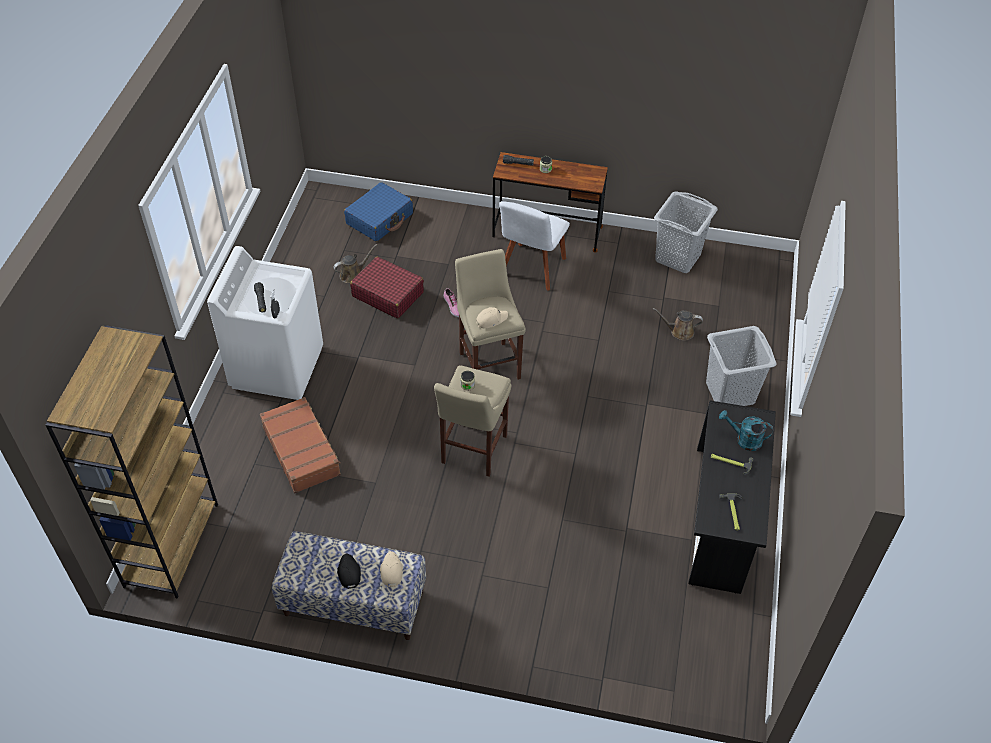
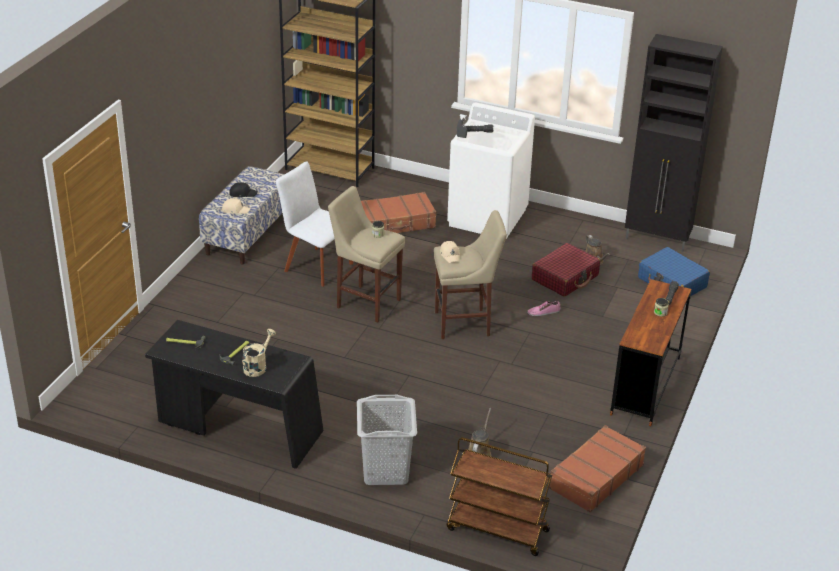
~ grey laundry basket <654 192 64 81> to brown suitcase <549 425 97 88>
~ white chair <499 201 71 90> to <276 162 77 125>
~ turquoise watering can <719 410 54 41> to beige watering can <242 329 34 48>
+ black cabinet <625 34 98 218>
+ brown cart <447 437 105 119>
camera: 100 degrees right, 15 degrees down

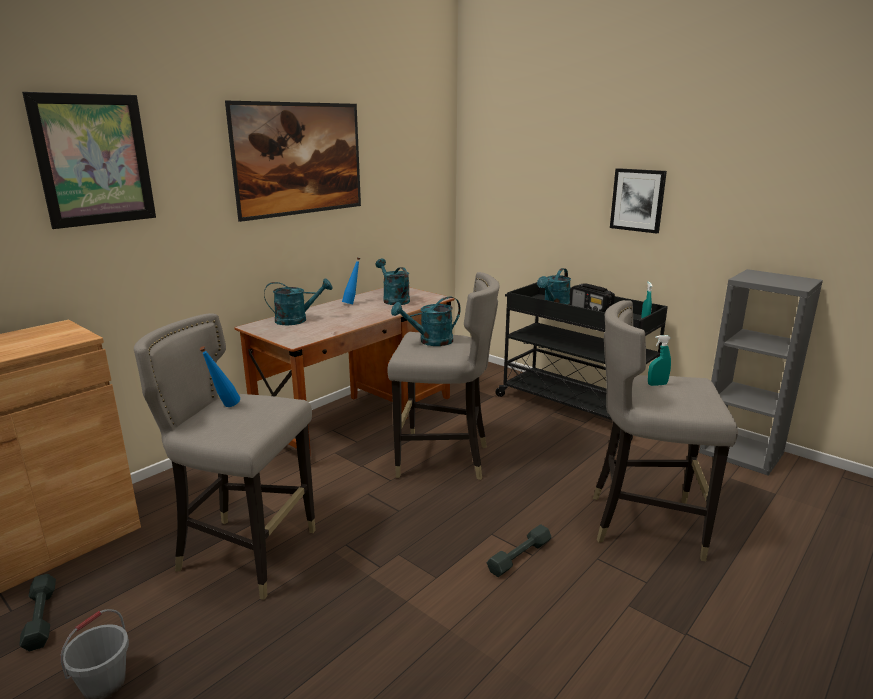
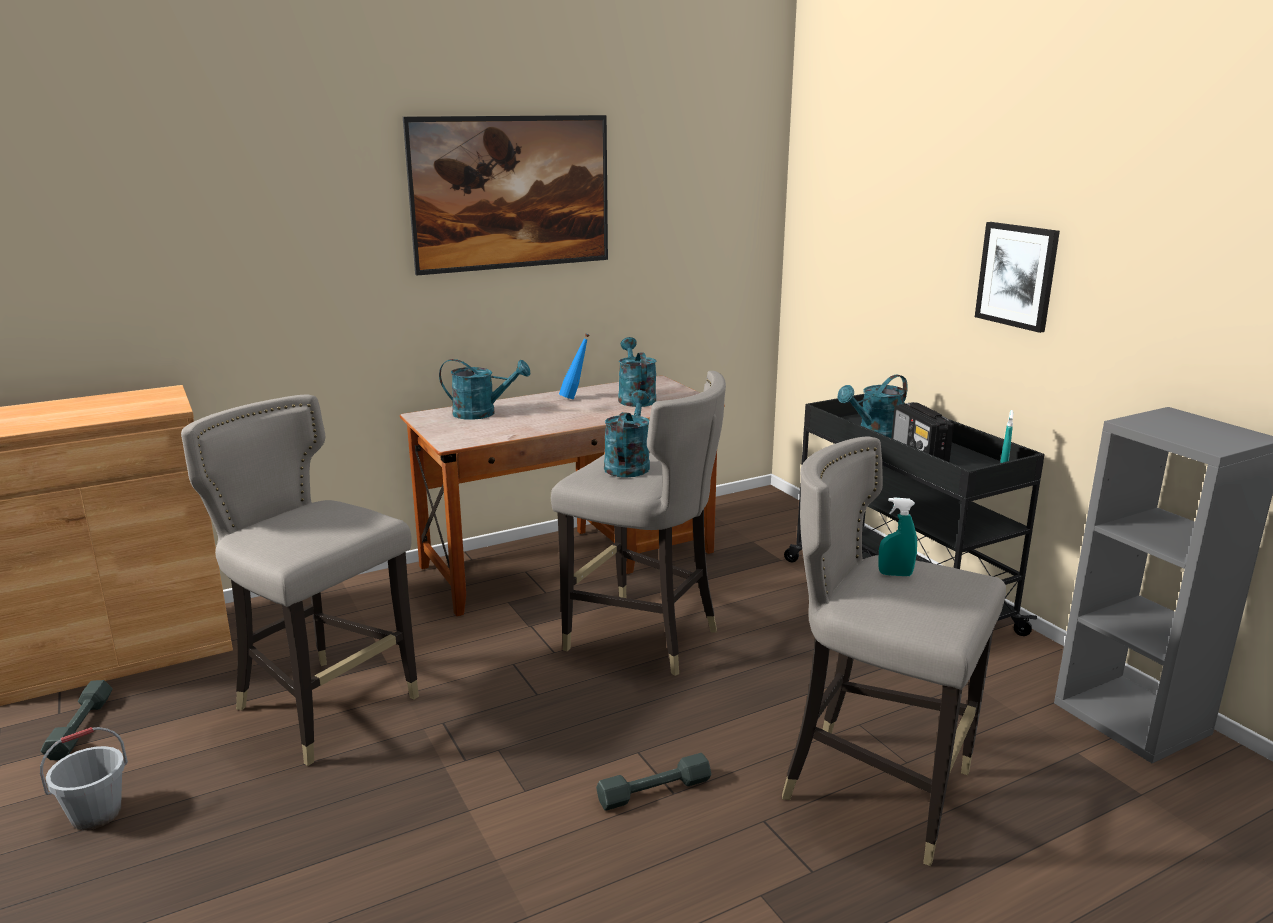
- picture <22 92 134 137>
~ turquoise watering can <391 296 70 50> = <604 390 46 88> 105 degrees clockwise
- blue bottle <200 346 40 61>
camera: 20 degrees right, 0 degrees up

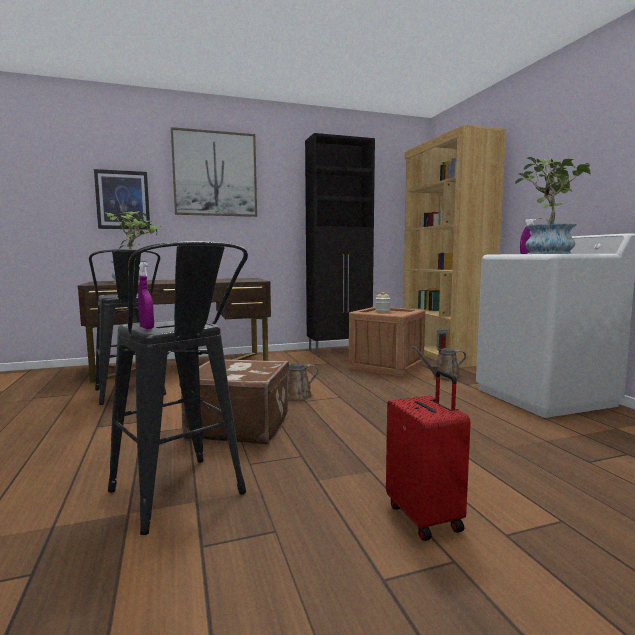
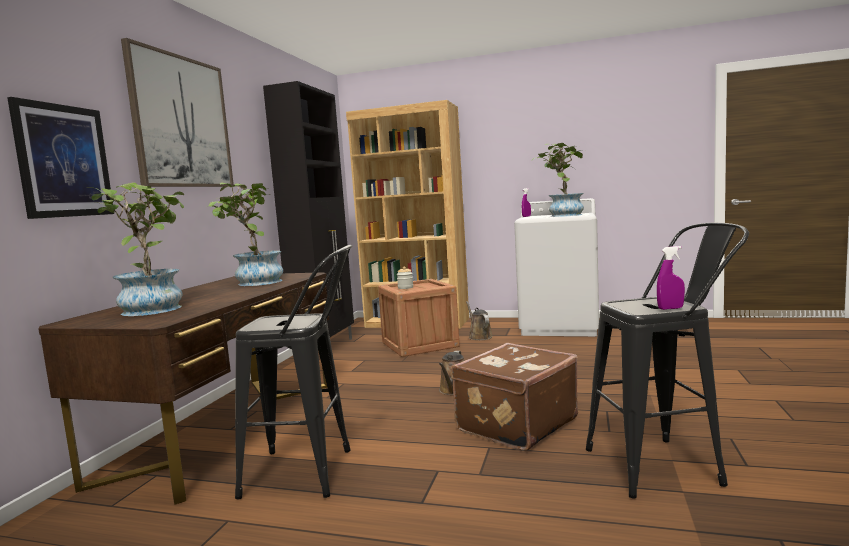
~ brown watering can <412 346 54 35> = <466 301 27 39> 135 degrees clockwise
- red suitcase <386 370 85 171>
+ potted plant <206 183 77 103>
camera: 55 degrees left, 0 degrees up

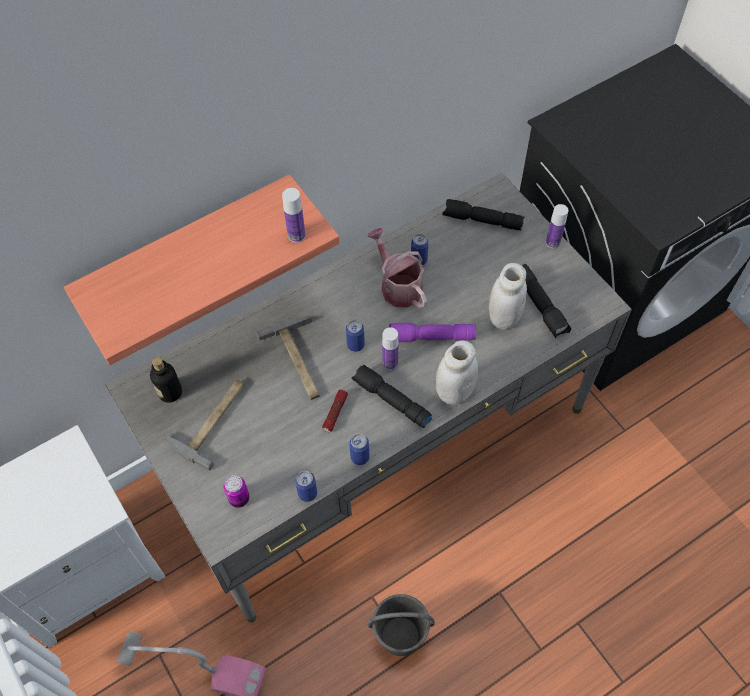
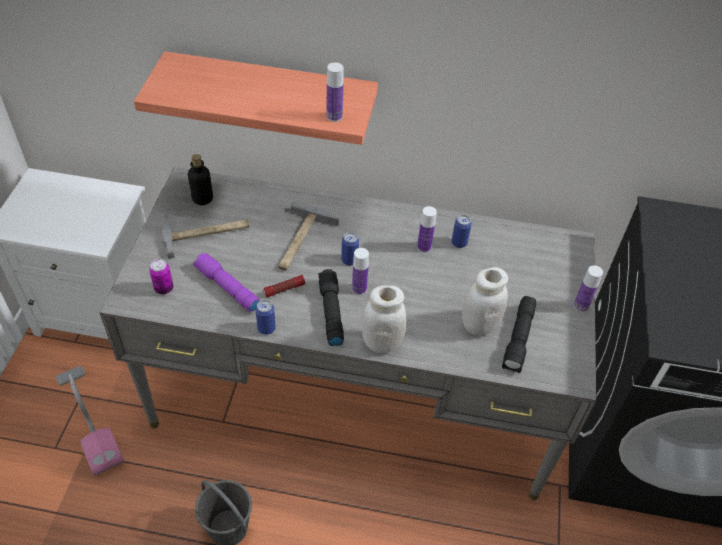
- black flashlight <442 199 83 32>
~ watering can <367 228 60 80> to bottle <417 206 20 47>
~ purple flashlight <389 323 87 19> to <193 253 67 59>
- can <295 471 22 31>
camera: 40 degrees right, 10 degrees down

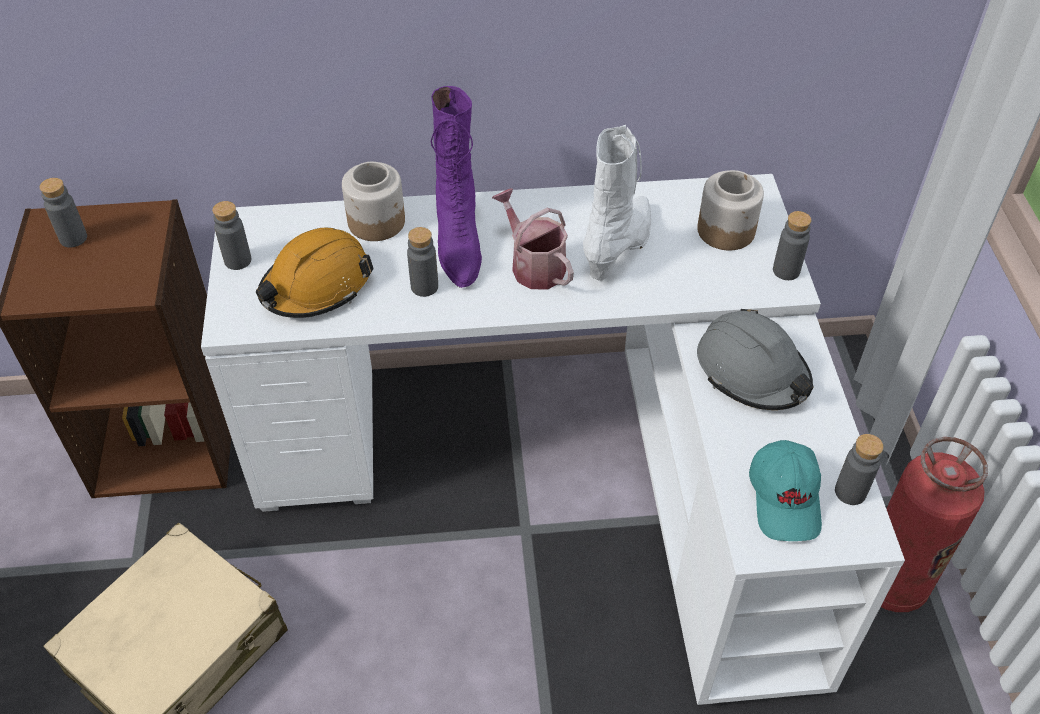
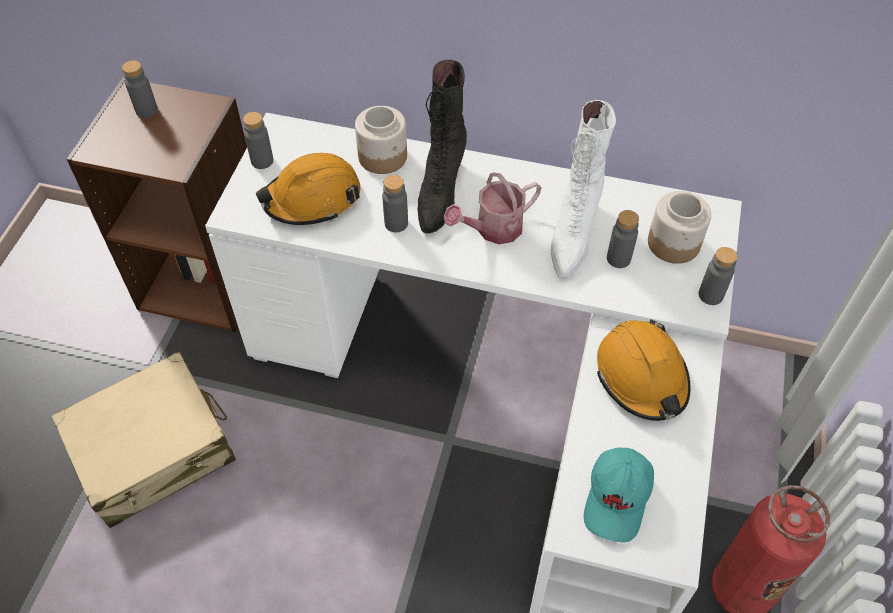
~ purple boot <430 86 52 202> to black boot <417 60 50 173>
~ white boot <583 125 68 156> = <551 100 65 177> 150 degrees clockwise
~ watering can <492 188 82 101> = <444 172 98 72> 105 degrees counterclockwise
~ grey hard hat <697 309 116 101> to orange hard hat <597 319 94 102>
~ grey bottle <835 434 49 71> to <607 210 32 58>
camera: 20 degrees right, 5 degrees up

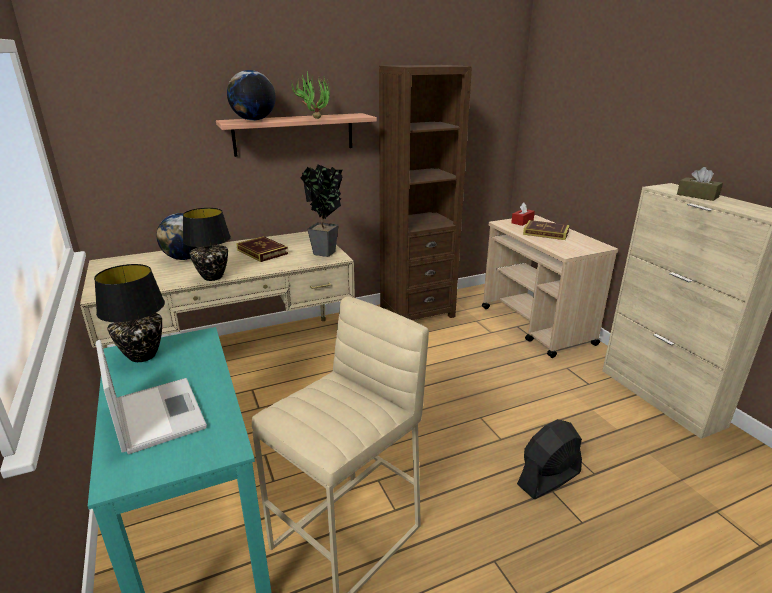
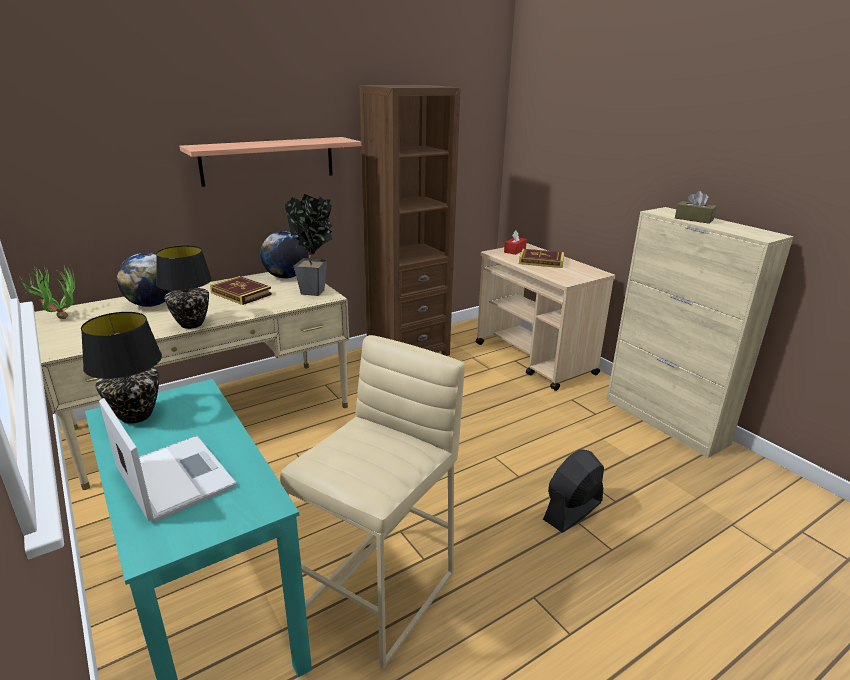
~ globe <227 70 49 51> to <260 231 48 48>
~ potted plant <290 71 40 48> to <19 264 56 55>
camera: 10 degrees left, 0 degrees up

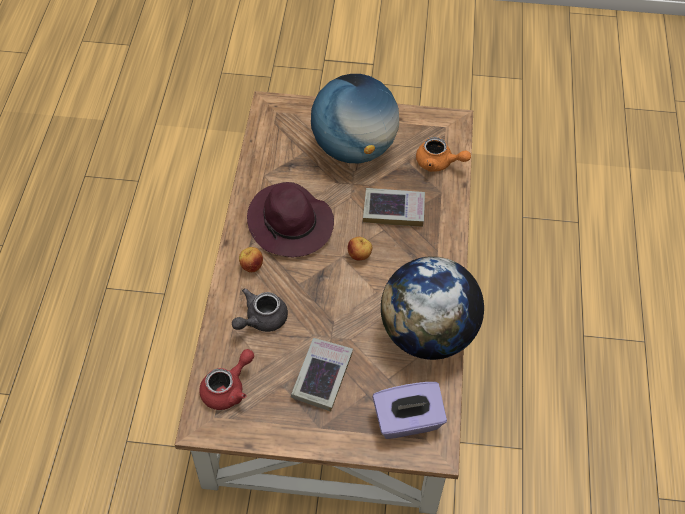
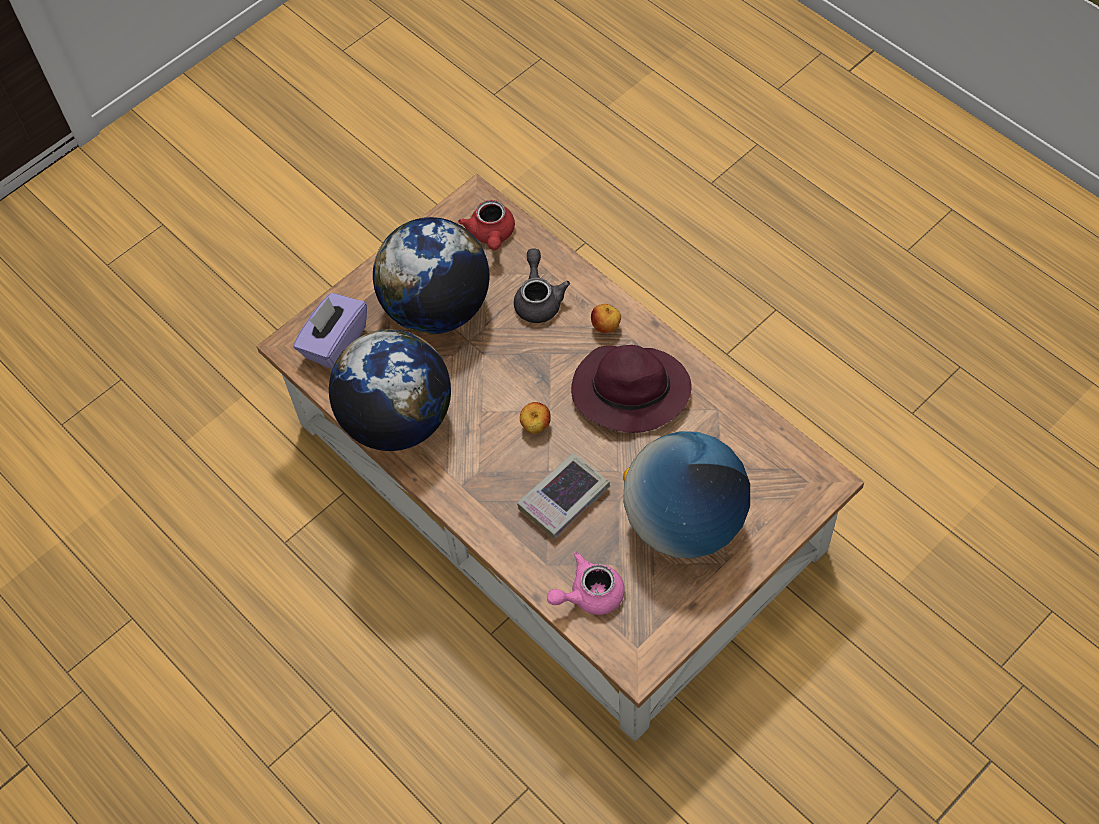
~ orange teapot <416 137 55 35> to pink teapot <547 552 78 63>
~ book <291 338 62 74> to globe <373 217 116 117>
camera: 135 degrees right, 5 degrees up

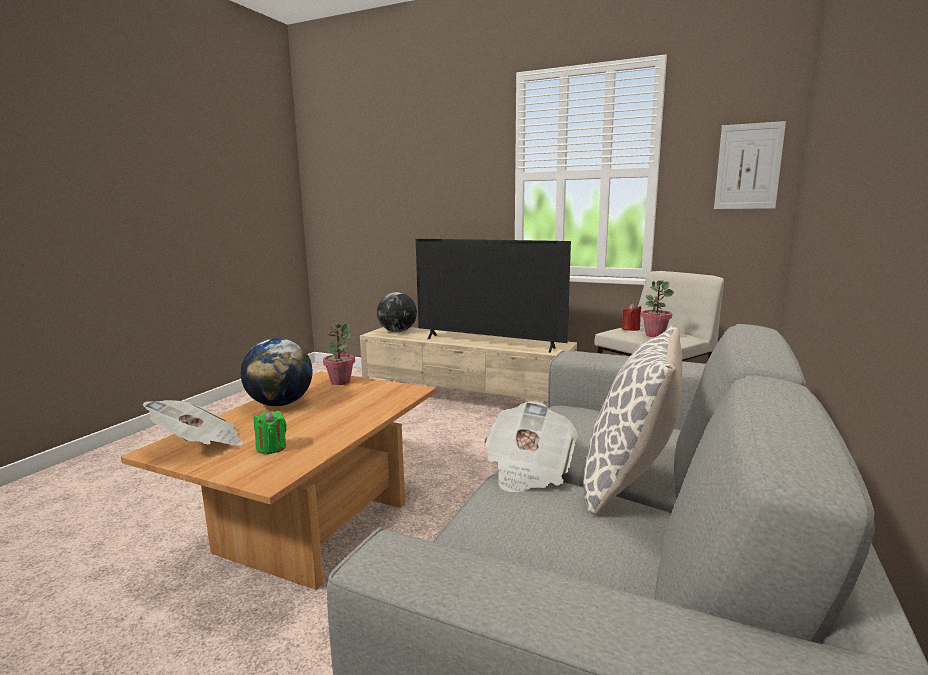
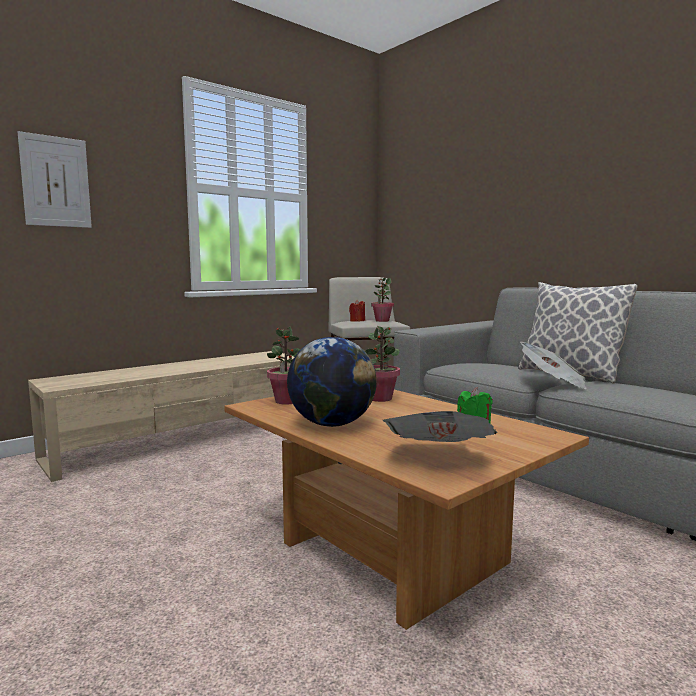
~ picture <714 121 72 88> to <18 131 74 97>
- television <416 239 155 114>
- globe <377 292 40 40>
+ potted plant <365 326 35 76>
camera: 65 degrees left, 5 degrees down

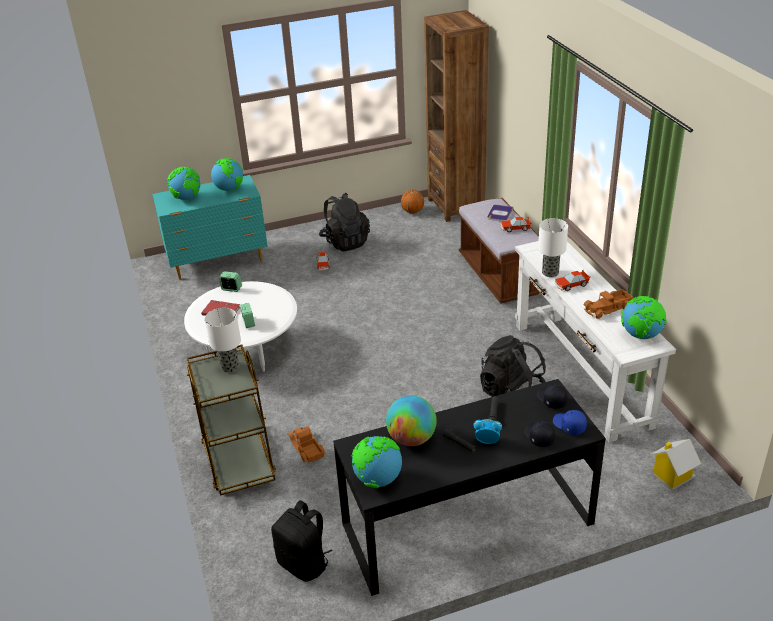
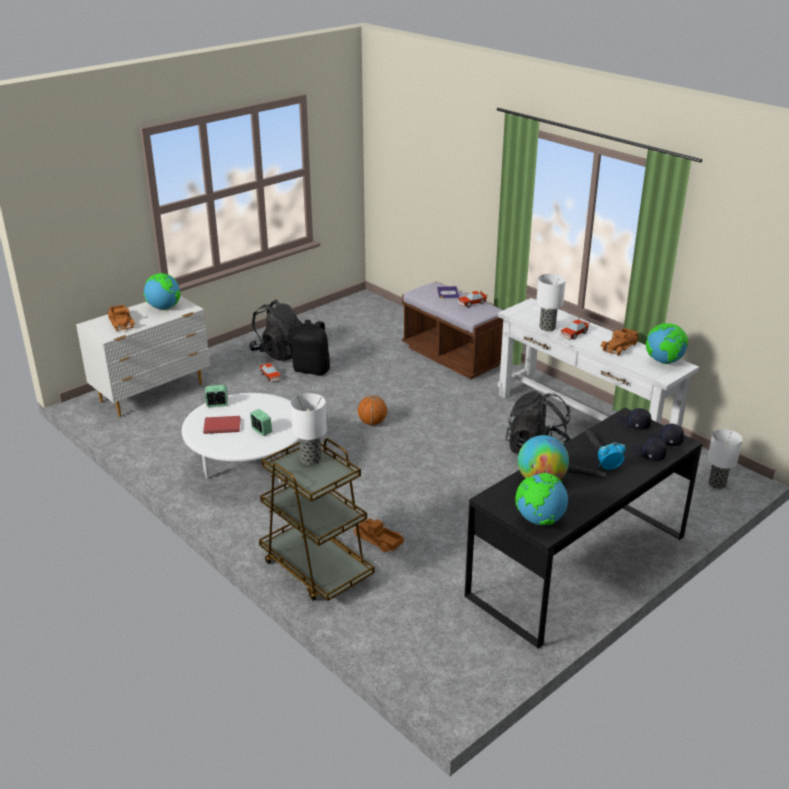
- brown bookcase <424 10 65 212>
~ globe <167 167 33 33> to toy truck <108 305 27 26>
~ turquoise dresser <152 175 116 105> to white dresser <76 296 134 121>
~ basketball <401 190 23 23> to <358 396 29 29>
~ blue cap <553 410 34 25> to black cap <648 424 36 22>
~ toy house <650 439 51 51> to table lamp <707 429 35 60>
~ black backpack <271 500 62 82> to <292 320 38 55>
camera: 25 degrees left, 5 degrees down

